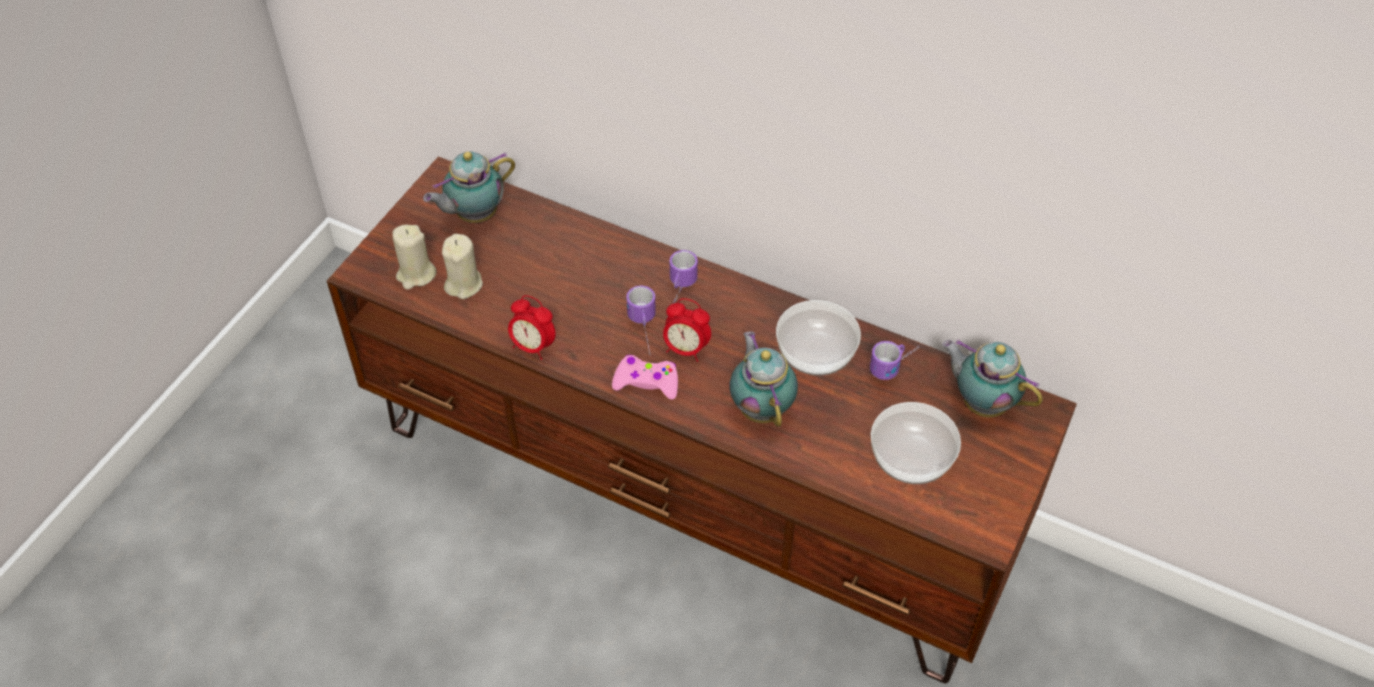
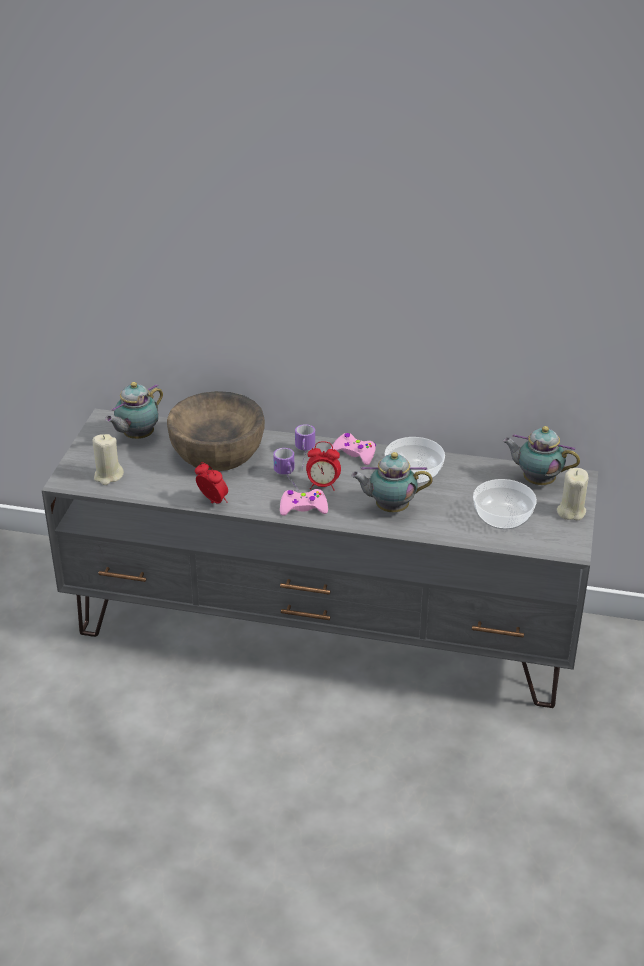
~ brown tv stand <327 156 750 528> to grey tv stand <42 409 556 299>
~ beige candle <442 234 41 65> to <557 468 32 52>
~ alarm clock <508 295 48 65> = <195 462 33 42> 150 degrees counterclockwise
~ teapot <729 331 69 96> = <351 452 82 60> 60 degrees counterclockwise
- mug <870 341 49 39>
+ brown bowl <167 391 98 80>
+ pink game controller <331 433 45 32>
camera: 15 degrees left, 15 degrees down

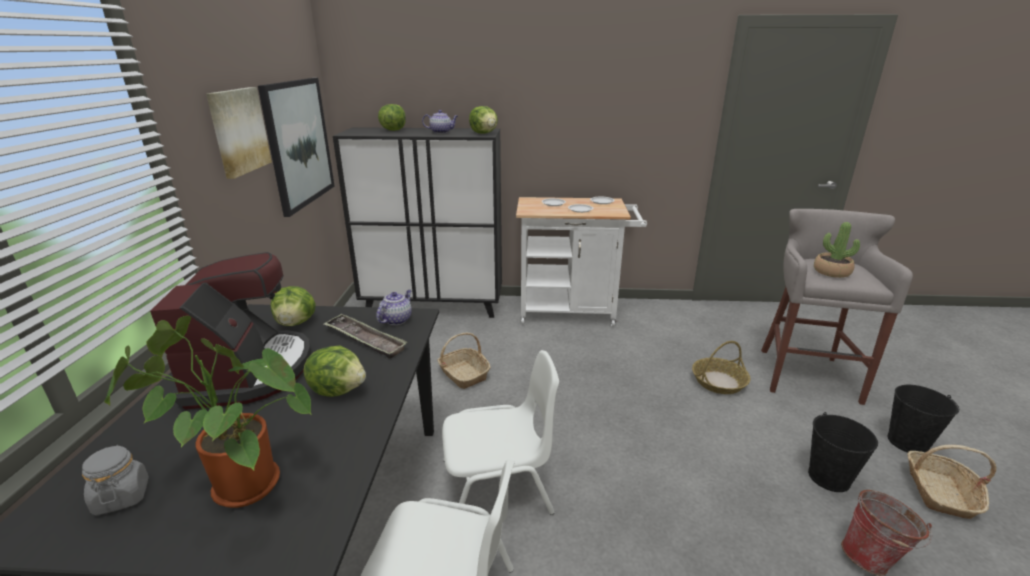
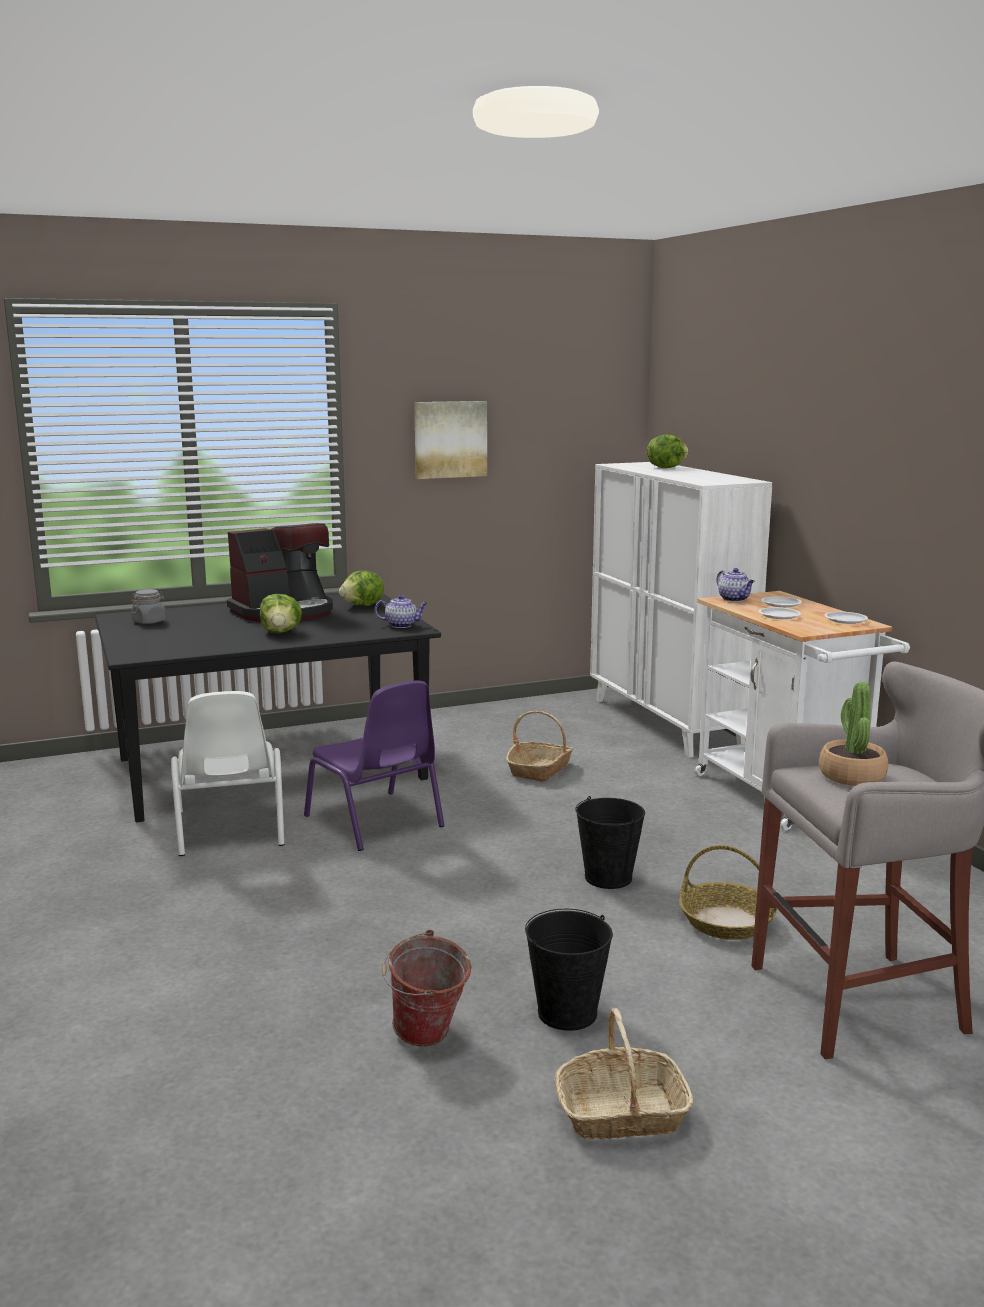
- picture <258 78 77 139>
- lettuce <469 106 29 28>
~ teapot <422 110 36 23> to <717 568 37 34>
~ black cabinet <333 127 169 191> to white cabinet <590 462 182 296>
- tray <324 313 84 46>
- potted plant <104 316 208 192>
~ white chair <442 350 117 165> to purple chair <304 681 141 170>
~ black bucket <887 385 72 68> to <575 796 70 93>
camera: 65 degrees right, 10 degrees down

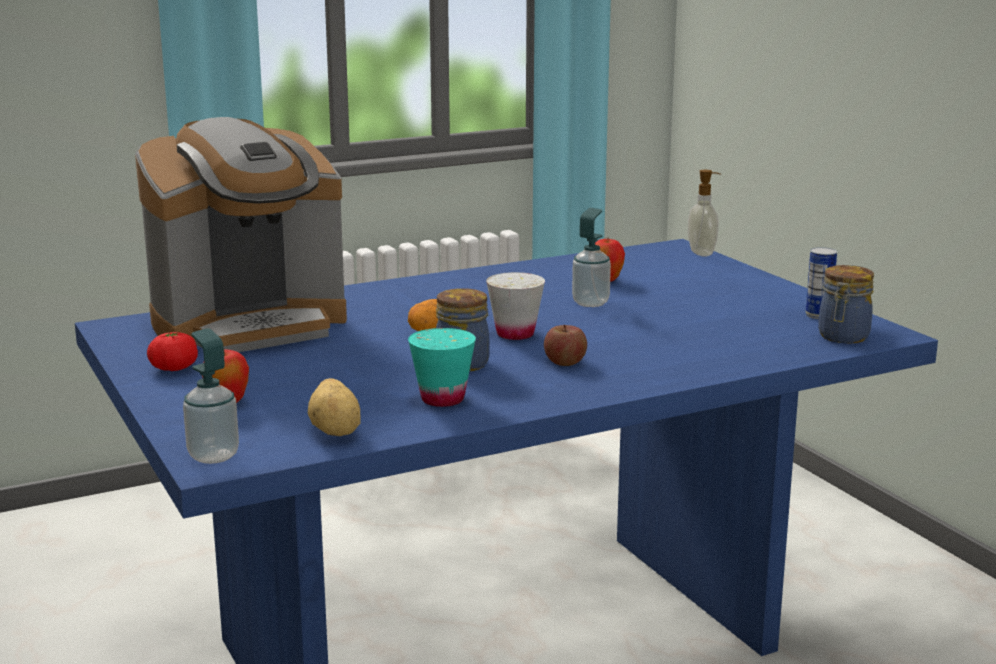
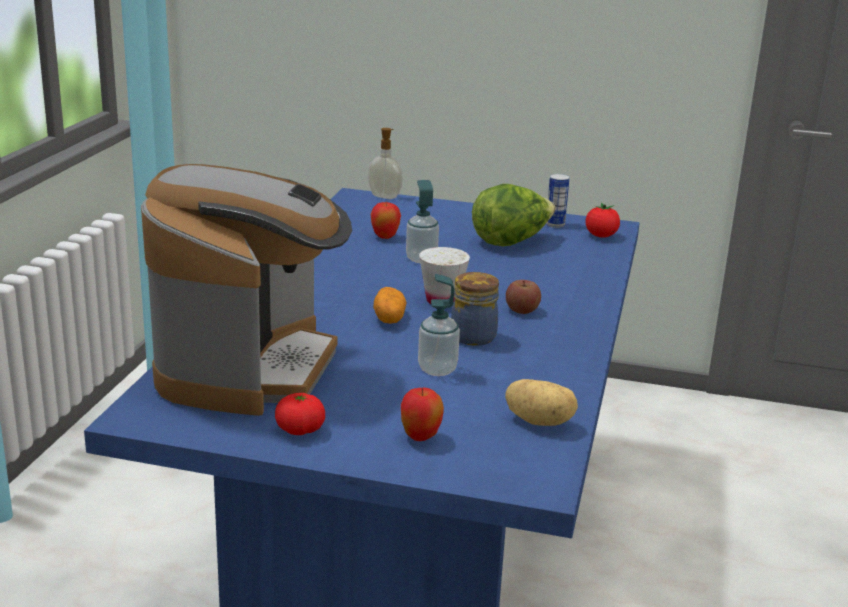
~ jar <818 265 56 78> to tomato <585 203 35 34>
~ soap dispenser <183 328 56 136> to <418 274 42 102>
- turquoise cup <408 328 68 79>
+ lettuce <472 184 83 62>
camera: 50 degrees left, 5 degrees up

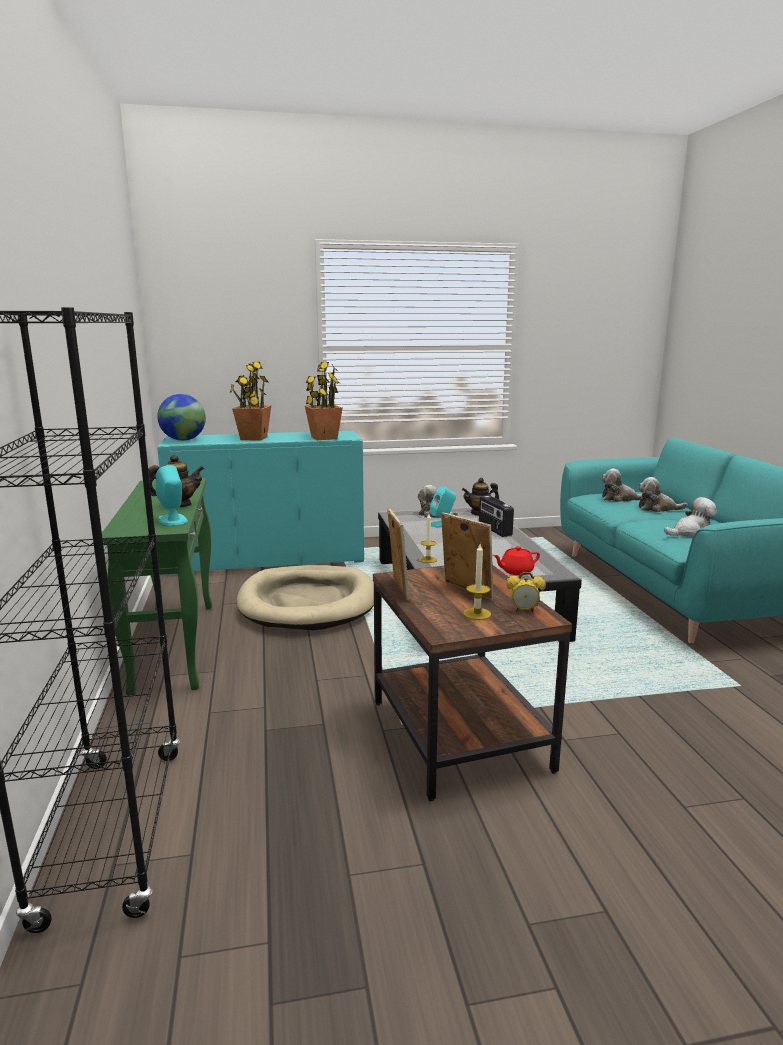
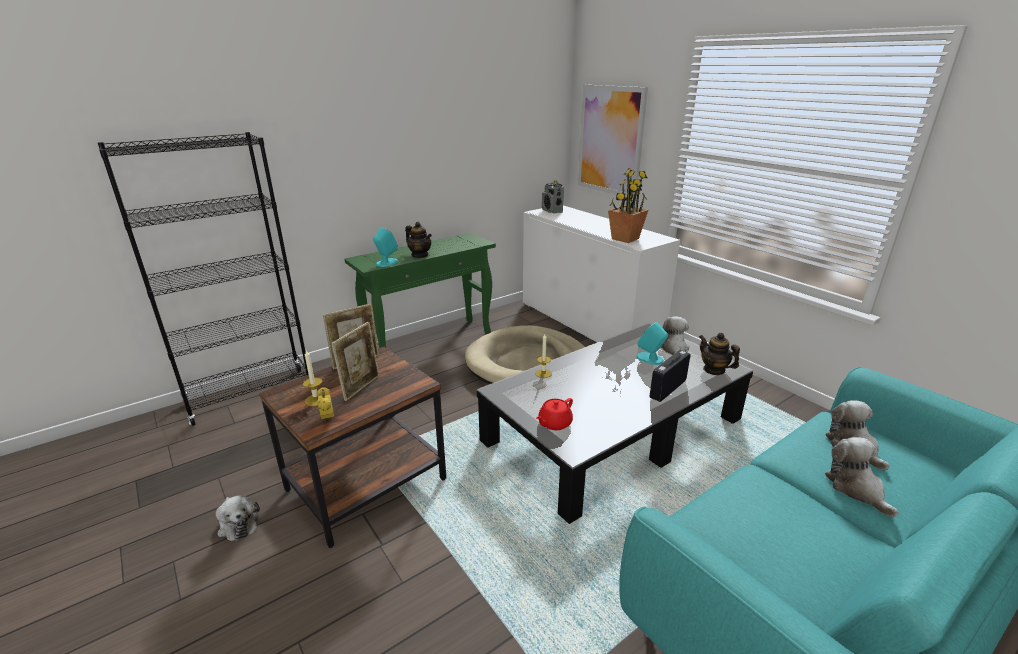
- potted plant <230 362 41 79>
~ globe <157 394 49 47> to radio <542 180 22 33>
~ turquoise cabinet <157 431 207 144> to white cabinet <523 205 157 137>
~ plush toy <664 497 53 40> to <216 495 44 46>
~ red teapot <493 546 47 29> = <536 398 37 32> 90 degrees counterclockwise
+ picture <578 85 70 114>
camera: 65 degrees right, 10 degrees up

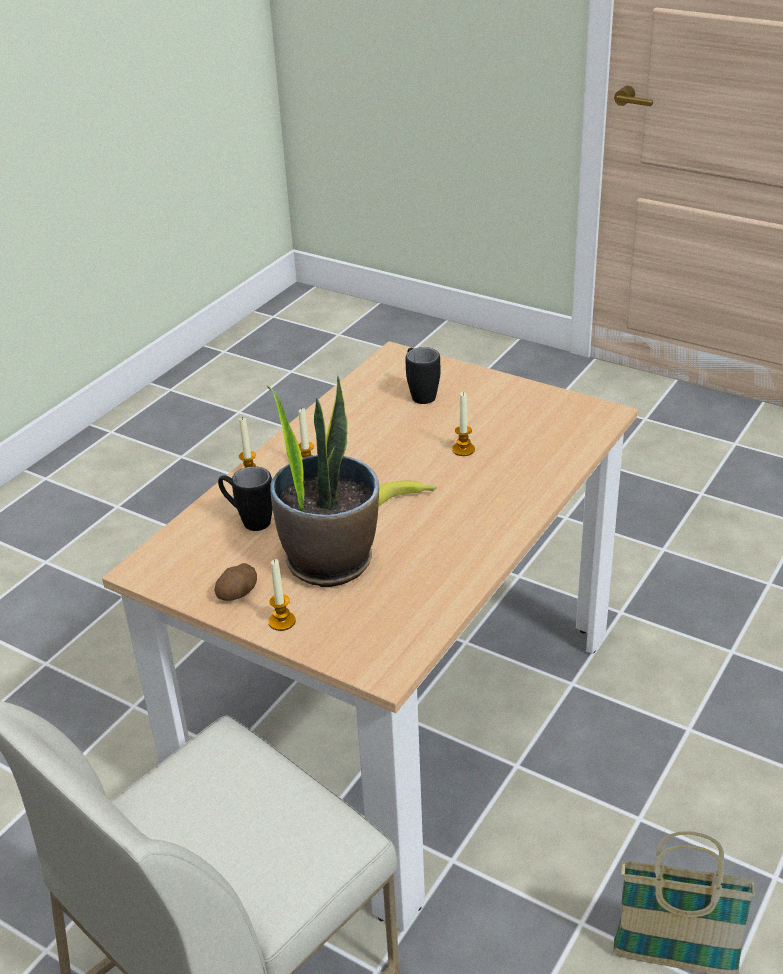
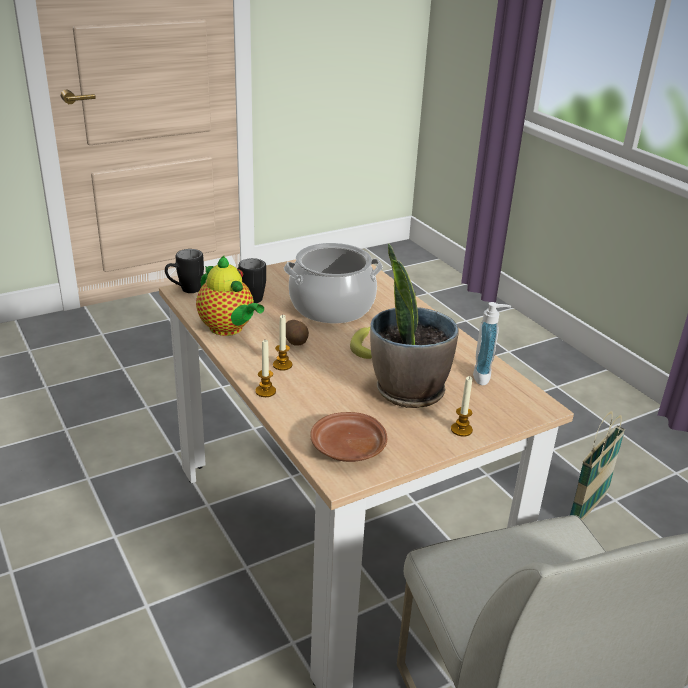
~ candle <452 392 23 64> to cooking pot <284 243 99 80>
~ black mug <218 466 54 65> to <165 249 39 44>
~ potato <214 563 43 38> to <286 320 23 26>
+ teapot <196 256 68 80>
+ soap dispenser <473 302 38 83>
+ brown plate <310 412 77 50>
camera: 65 degrees left, 5 degrees down

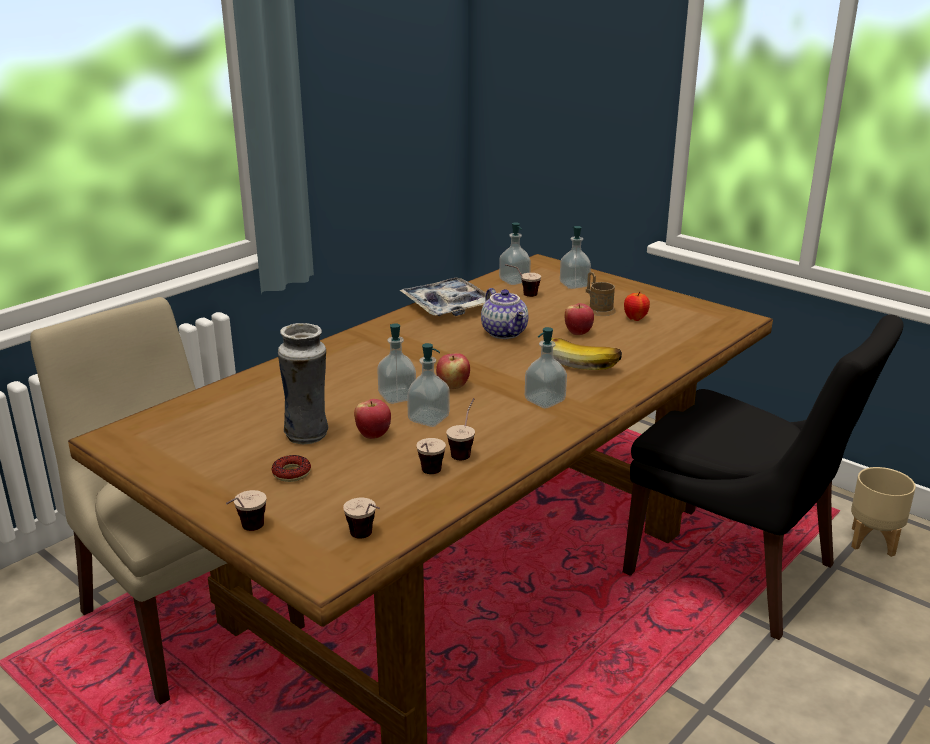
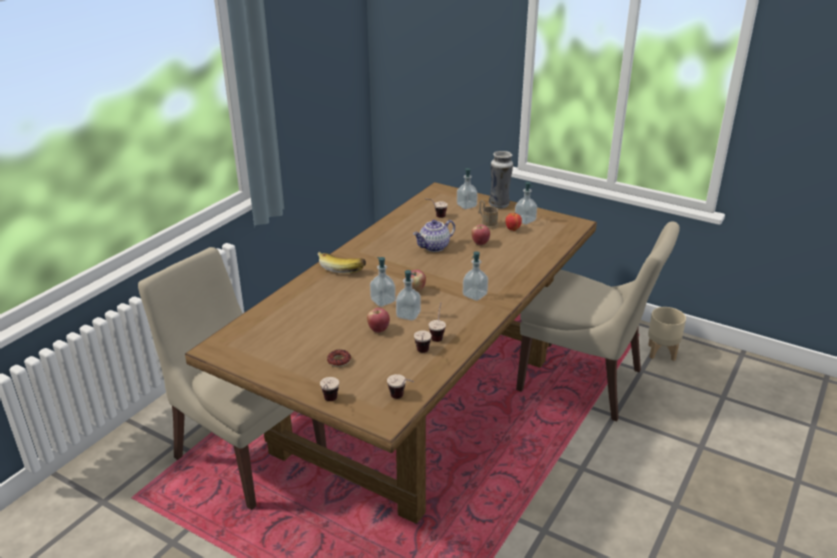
~ soap dispenser <499 222 32 63> to <515 182 22 43>
- tray <399 277 87 39>
~ teapot <481 288 47 51> = <413 220 42 32> 90 degrees clockwise
~ black chair <623 314 281 326> to beige chair <516 221 164 200>
~ vase <278 323 50 121> to <489 151 24 58>
~ banana <551 338 71 32> to <318 251 48 22>
camera: 10 degrees left, 5 degrees up

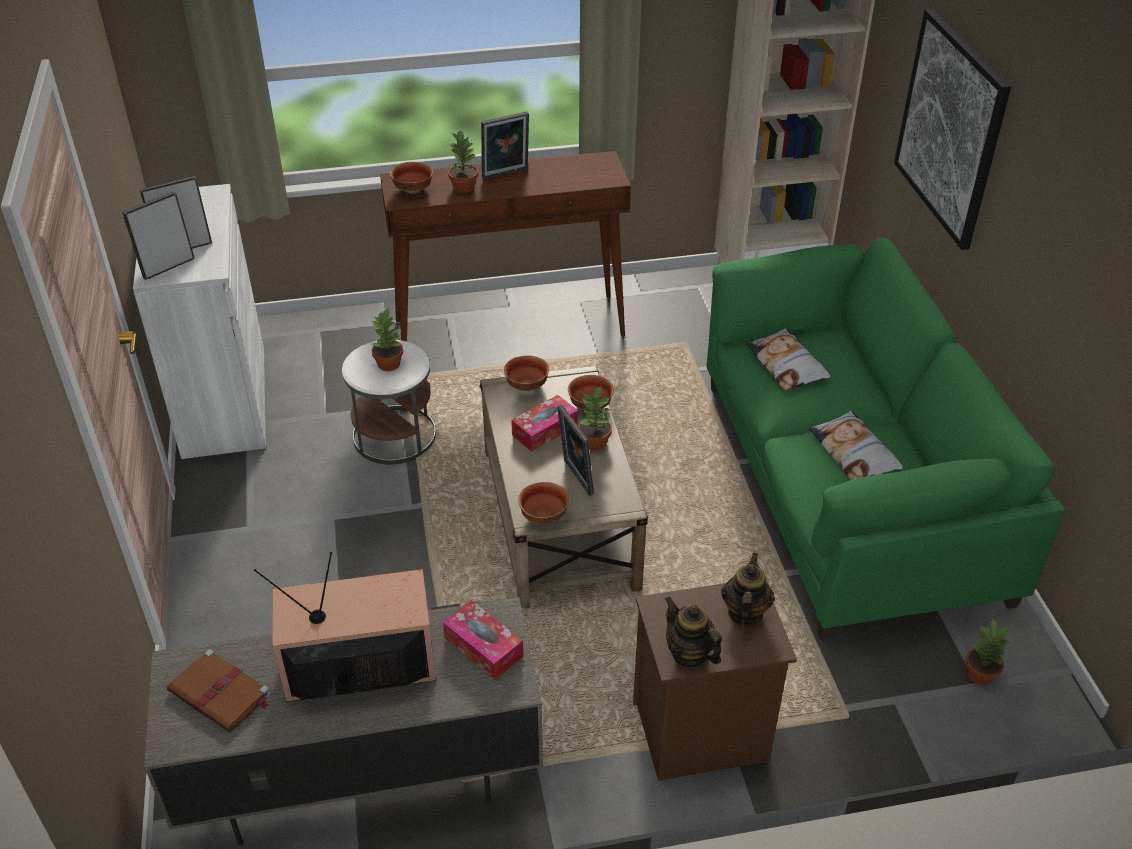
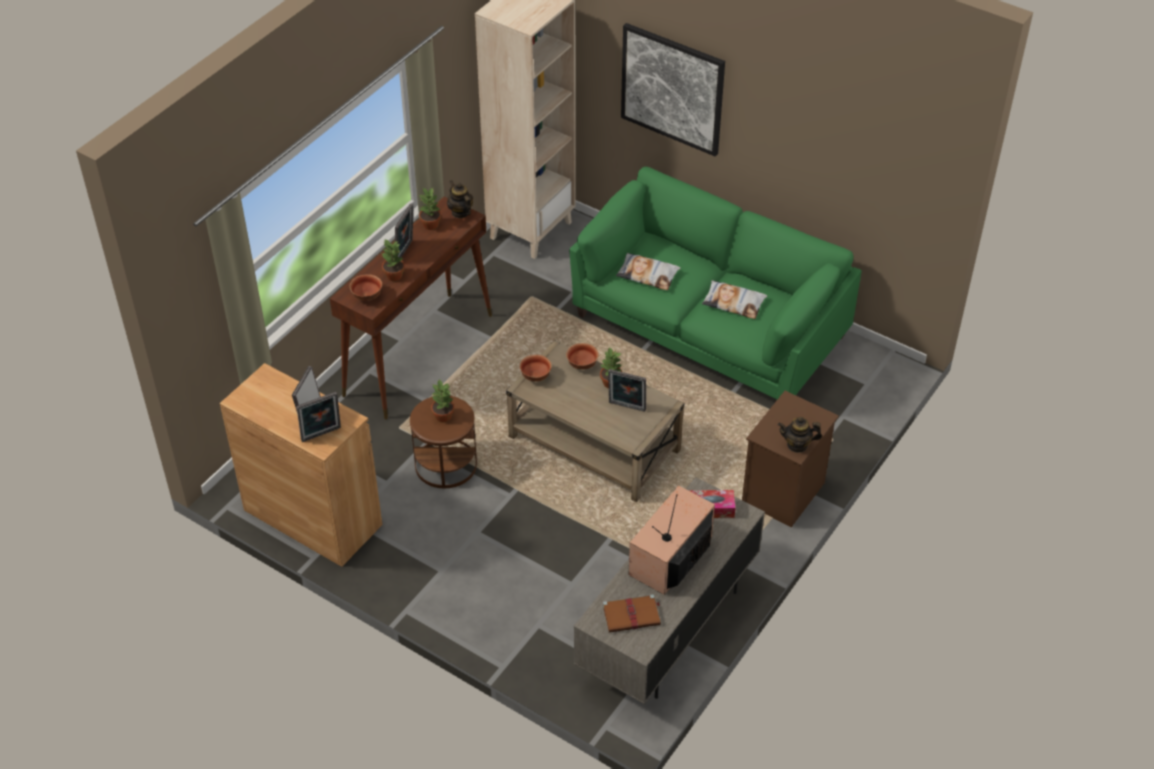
~ white cabinet <133 184 133 275> to brown cabinet <220 363 162 204>
~ picture frame <122 192 73 88> = <296 392 45 50> 120 degrees counterclockwise
~ white side table <342 340 94 124> to brown side table <410 396 67 92>
- tissue box <511 395 67 56>
- bowl <518 482 51 42>
~ teapot <721 552 54 76> to <447 180 26 38>
~ potted plant <966 618 43 67> to <418 187 23 43>
camera: 45 degrees left, 5 degrees up

